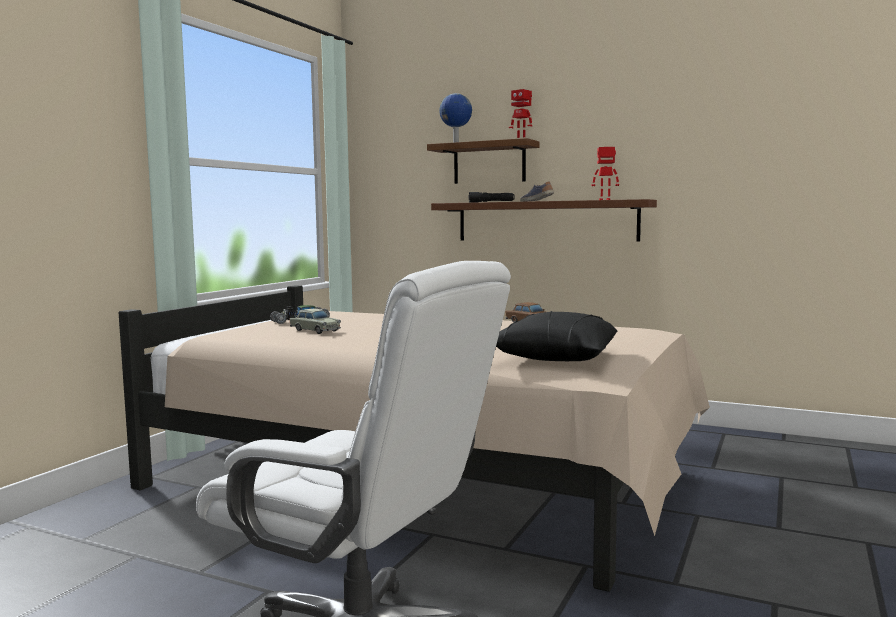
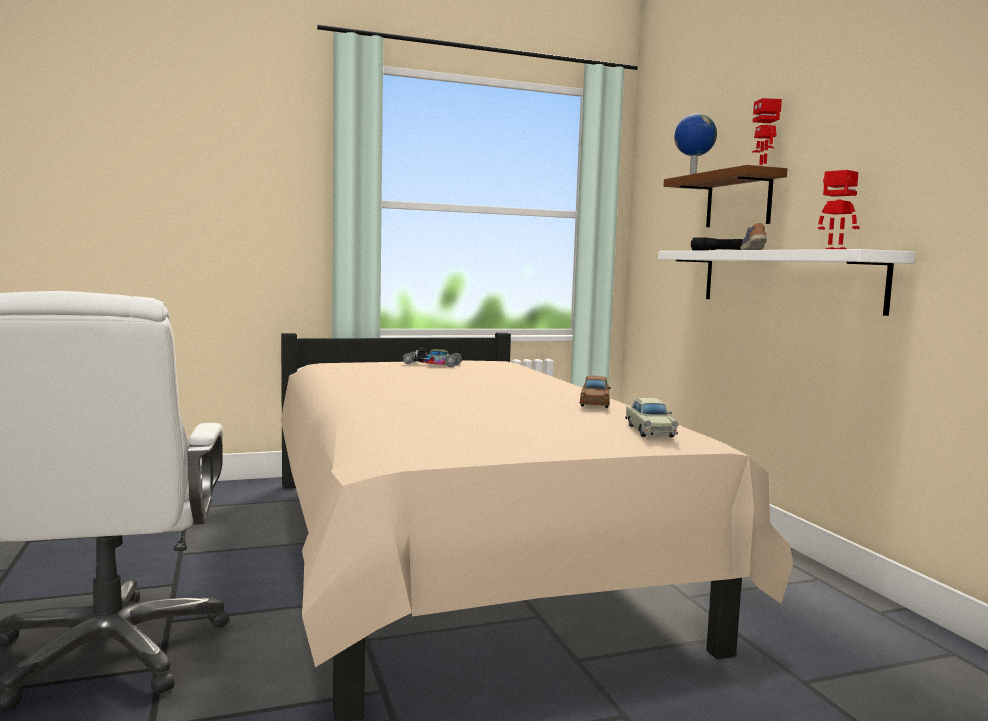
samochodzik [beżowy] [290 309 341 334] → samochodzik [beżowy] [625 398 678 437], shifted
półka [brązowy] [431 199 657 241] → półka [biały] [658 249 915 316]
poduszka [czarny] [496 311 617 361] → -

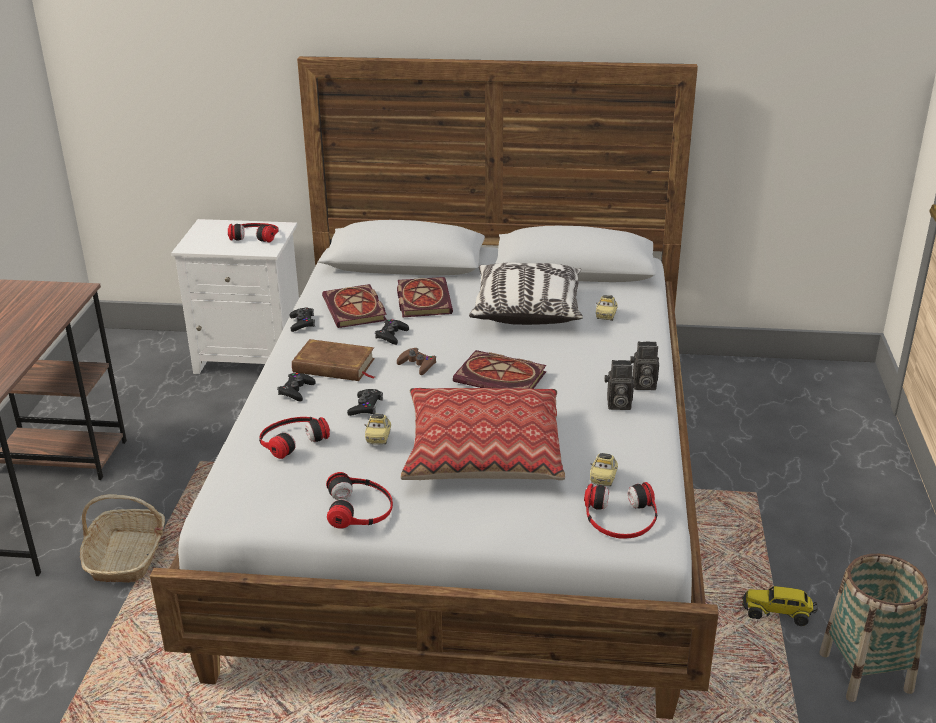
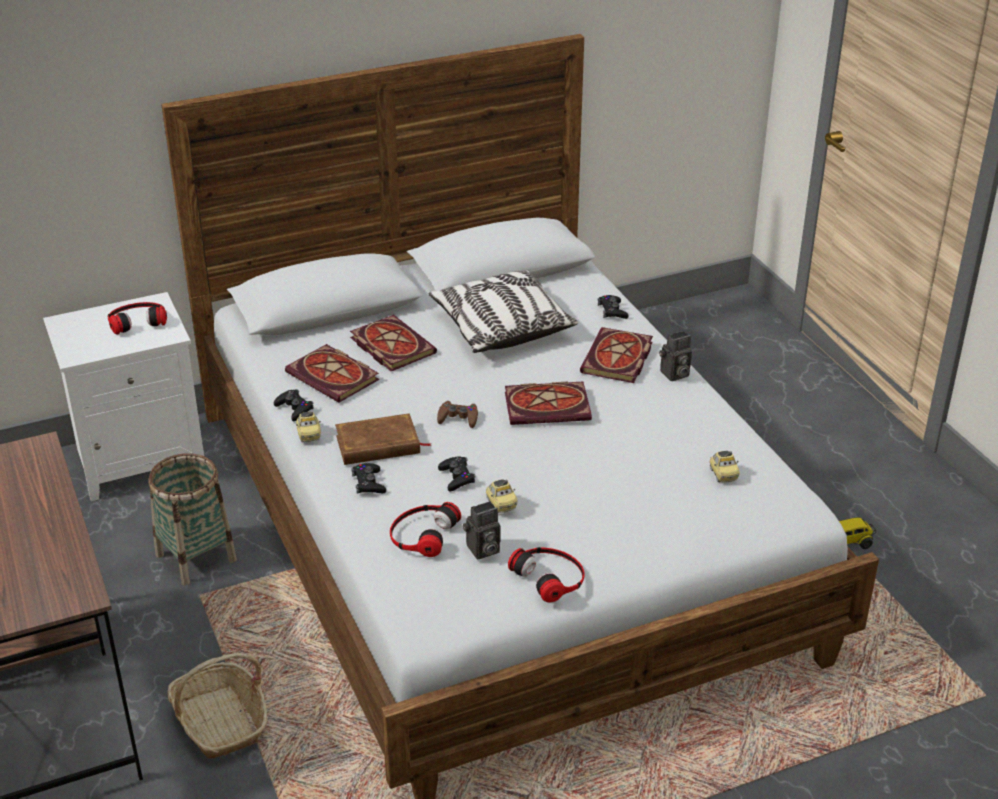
koszyk [820 554 929 702] → koszyk [148 453 237 586], shifted
samochodzik [596 295 618 321] → samochodzik [296 412 321 442], shifted
aparat fotograficzny [604 360 634 410] → aparat fotograficzny [463 501 501 560], shifted
- → książka [580 327 653 383]
pad do gier [czarny] [375 319 409 345] → pad do gier [czarny] [598 295 628 319], shifted
poduszka [401 388 565 480] → -
słuchawki [584 482 657 539] → -

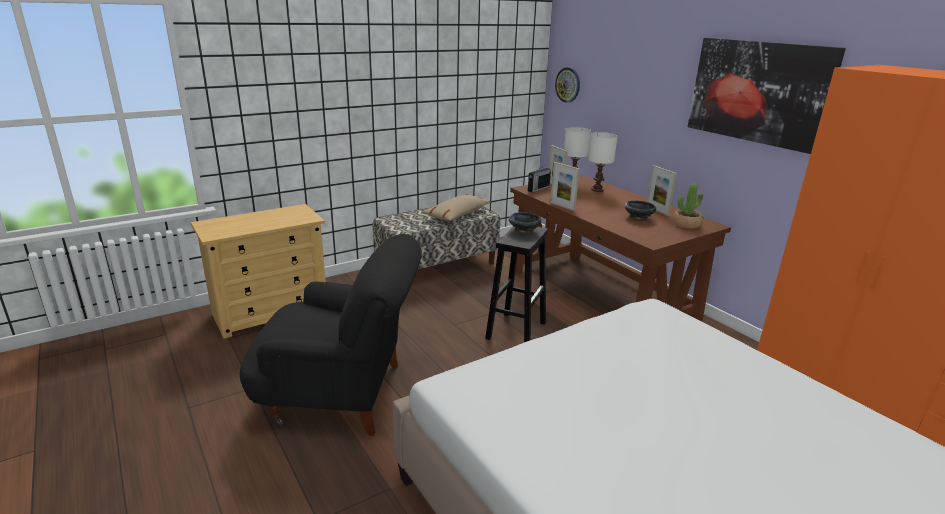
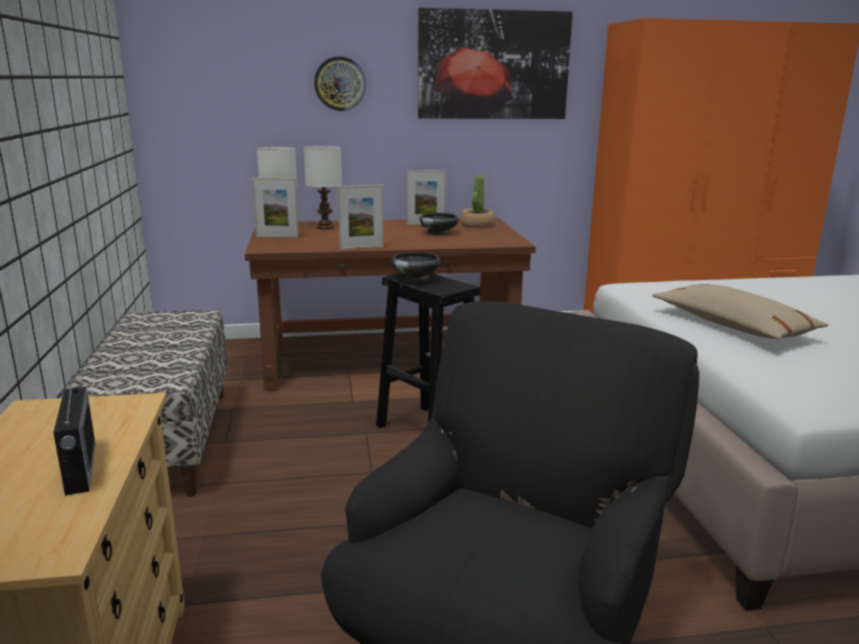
radio [528 165 551 193] → radio [53 379 95 496], shifted
zegar ścienny [555 67 580 102] → zegar ścienny [314 56 366 111], shifted
poduszka [beżowy] [421 194 491 221] → poduszka [beżowy] [652 284 829 340], shifted

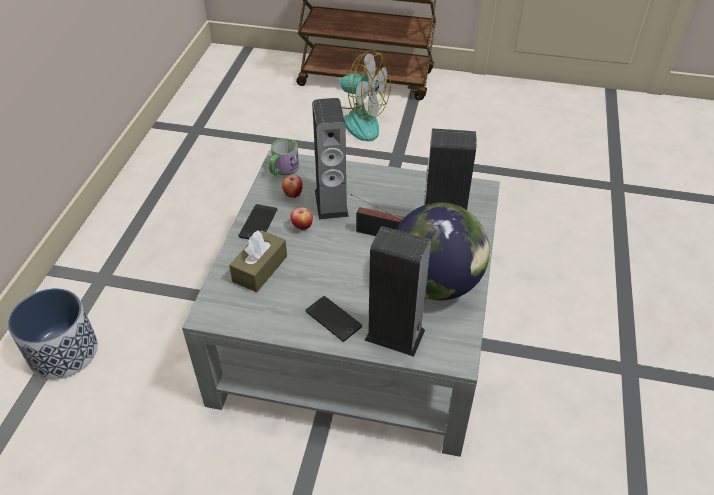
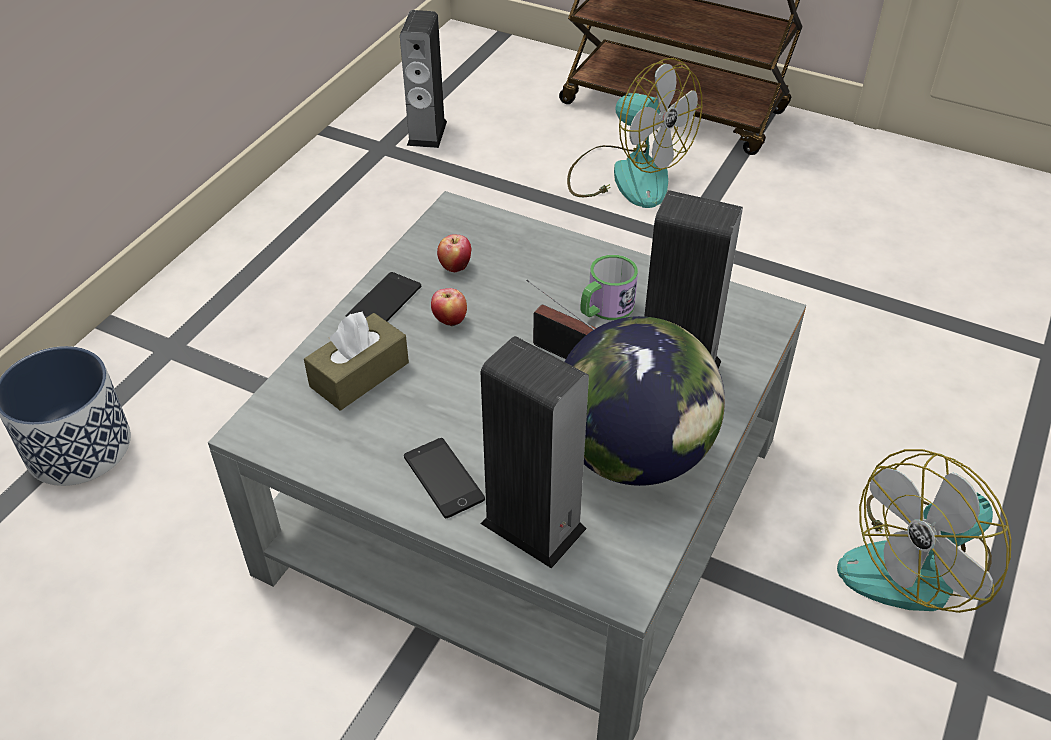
głośnik [312 98 349 220] → głośnik [400 10 447 148], shifted
kubek [269 138 299 175] → kubek [580 255 638 320], shifted
- → wentylator [837 449 1011 613]

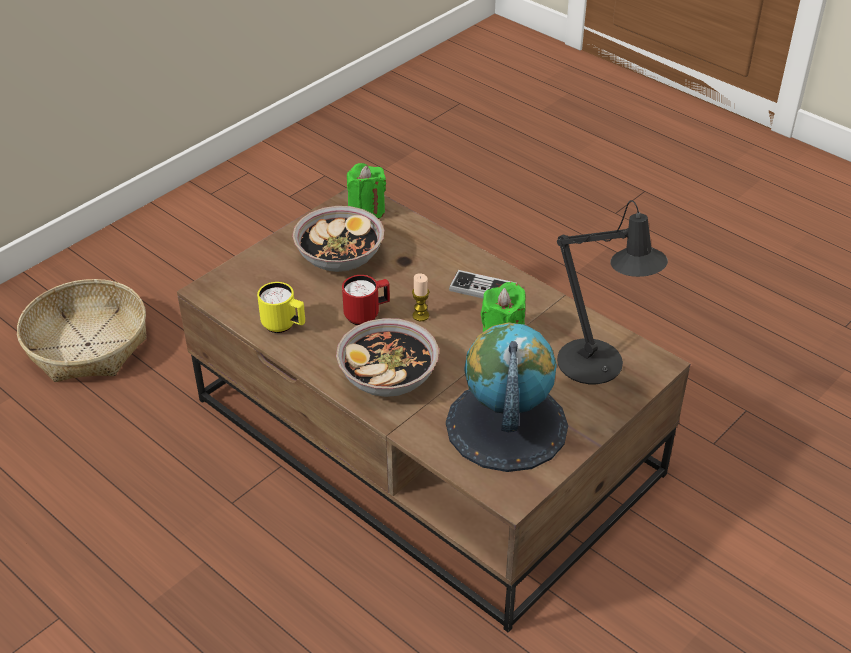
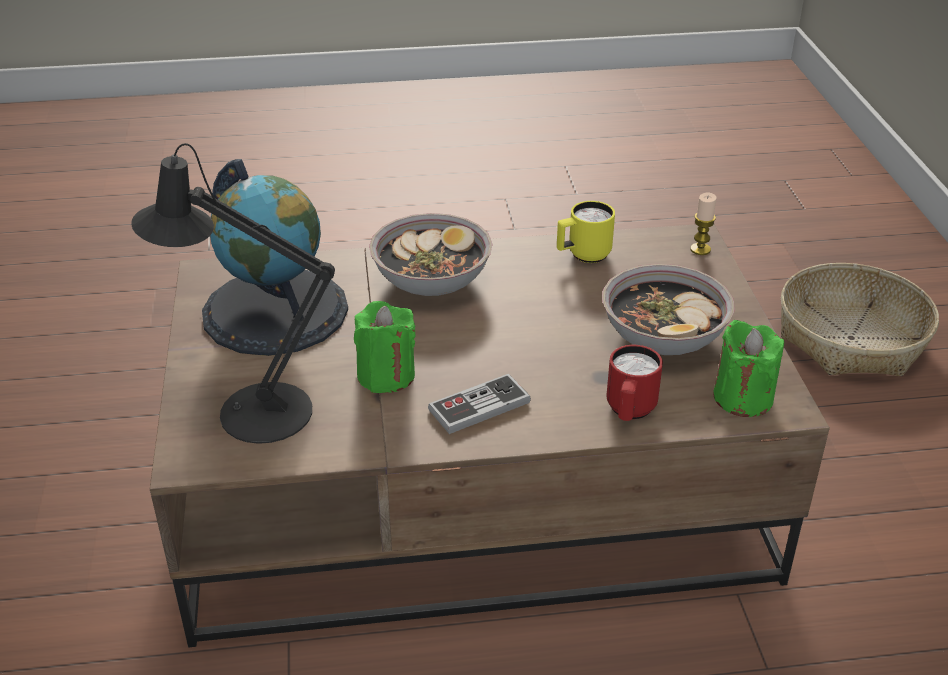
kubek [czerwony] [342 275 390 325] → kubek [czerwony] [606 345 663 421], shifted
świeca [412 274 429 321] → świeca [690 193 717 255], shifted

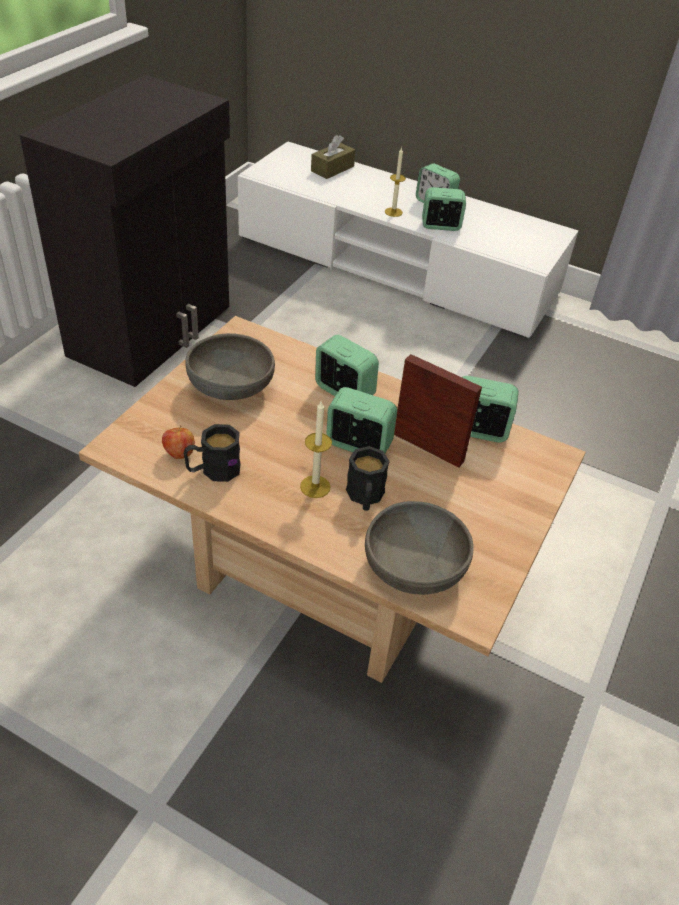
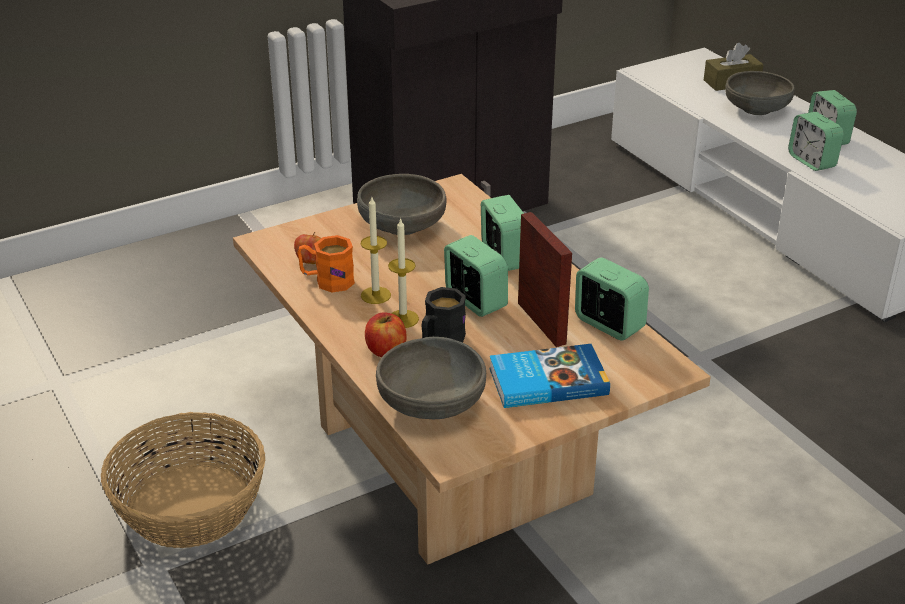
- → koszyk [101 412 265 548]
kubek [czarny] [184 424 241 482] → kubek [pomarańczowy] [298 235 355 292]
świeca [385 147 406 217] → świeca [361 197 391 304], shifted
- → jabłko [365 312 407 357]
- → książka [489 344 610 408]
- → miska [szary] [725 71 795 115]
budzik [422 187 466 231] → budzik [788 112 844 171], 150 degrees counterclockwise

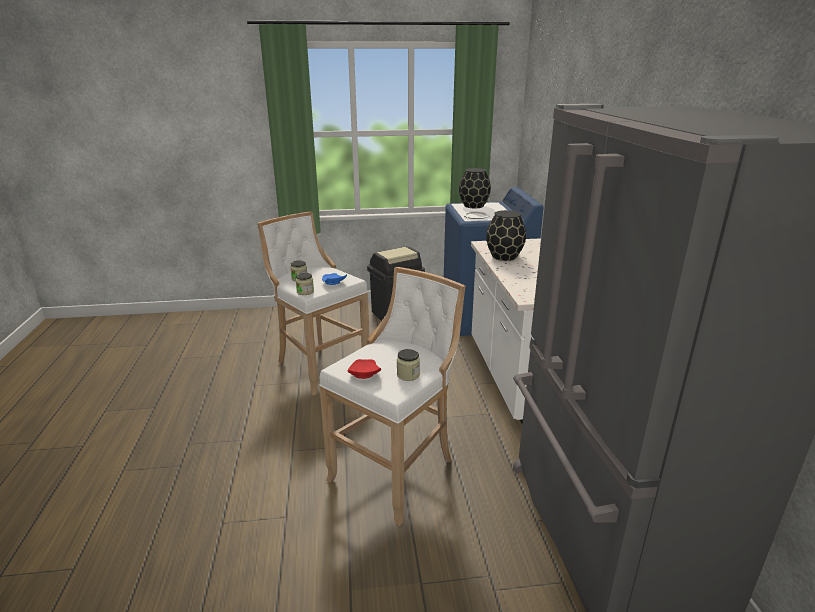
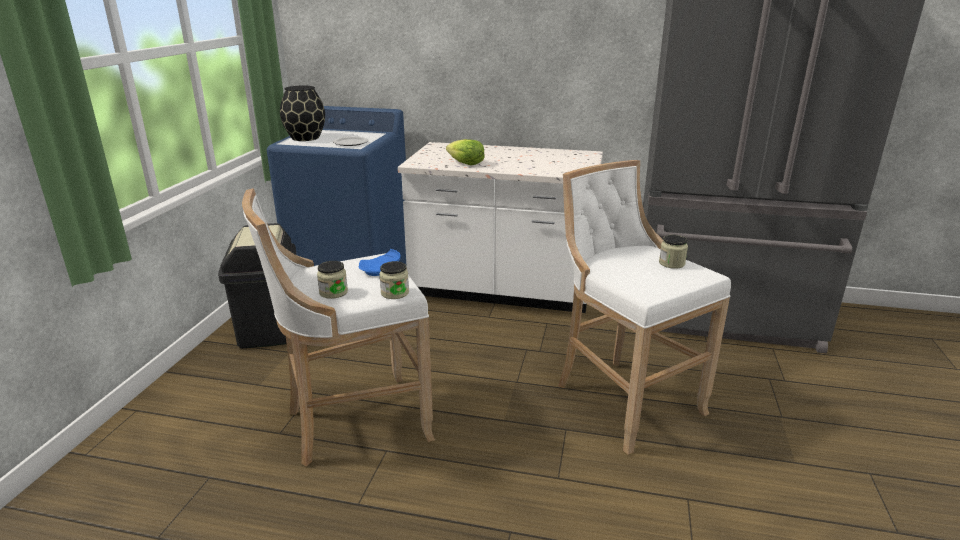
wazon [czarny] [486 210 526 261] → sałata [446 139 485 165]
talerz [czerwony] [348 359 381 379] → -

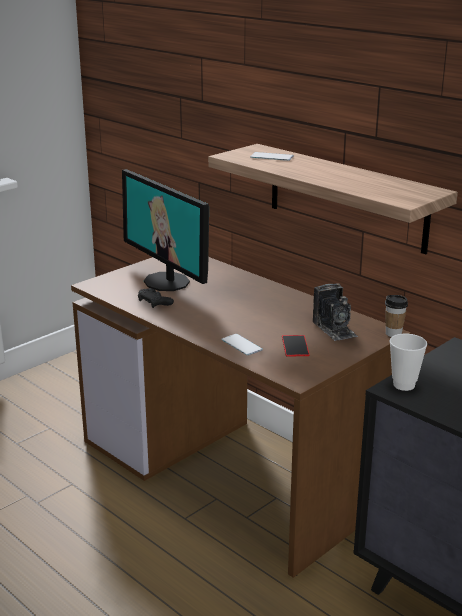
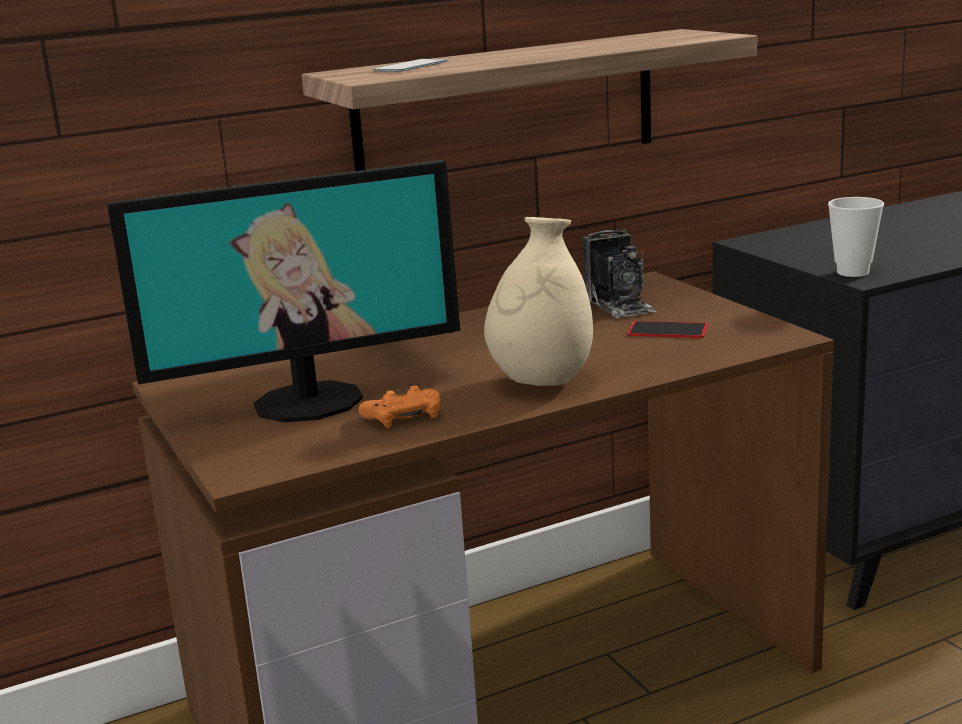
pad do gier [czarny] [138 288 174 308] → pad do gier [pomarańczowy] [359 385 441 428]
- → wazon [beżowy] [484 217 593 386]
aparat fotograficzny [313 283 358 341] → aparat fotograficzny [583 229 657 318], 75 degrees clockwise
telefon [222 334 263 355] → -
filiżanka [385 295 408 337] → -

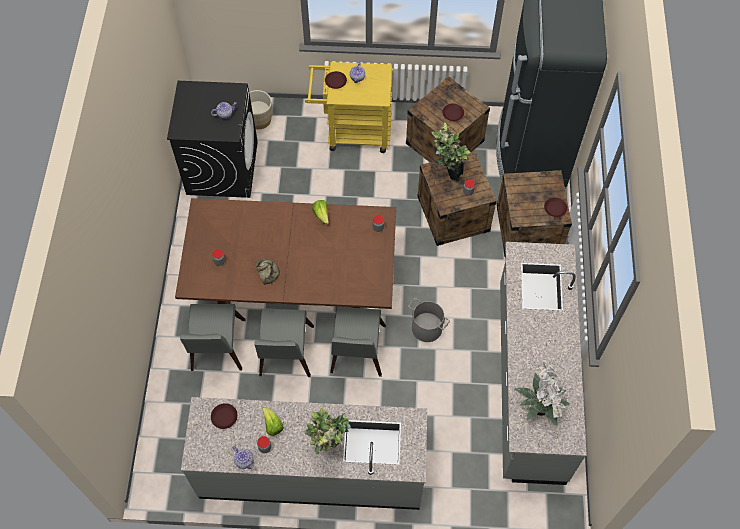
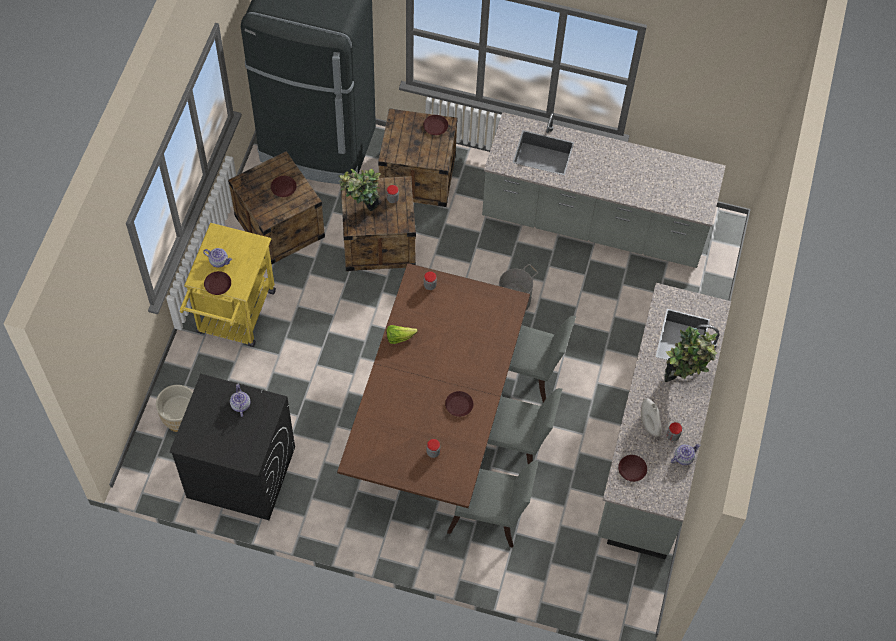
chleb [256 259 280 285] → talerz [brązowy] [445 391 473 417]
sałata [262 407 284 436] → wazon [biały] [641 398 662 437]
roślina doniczkowa [515 362 570 426] → -

